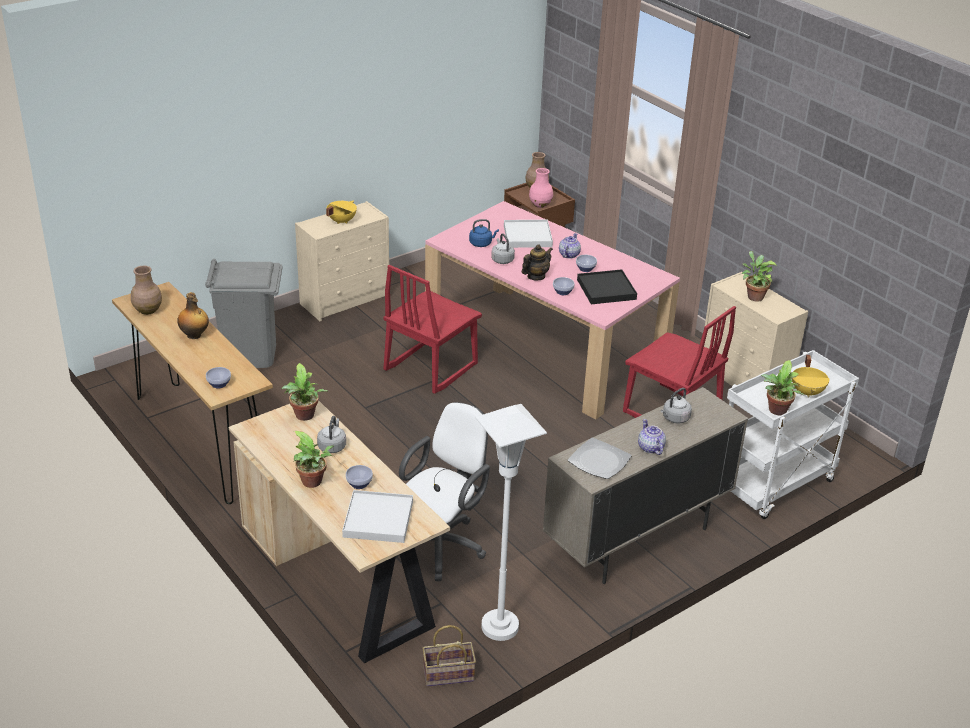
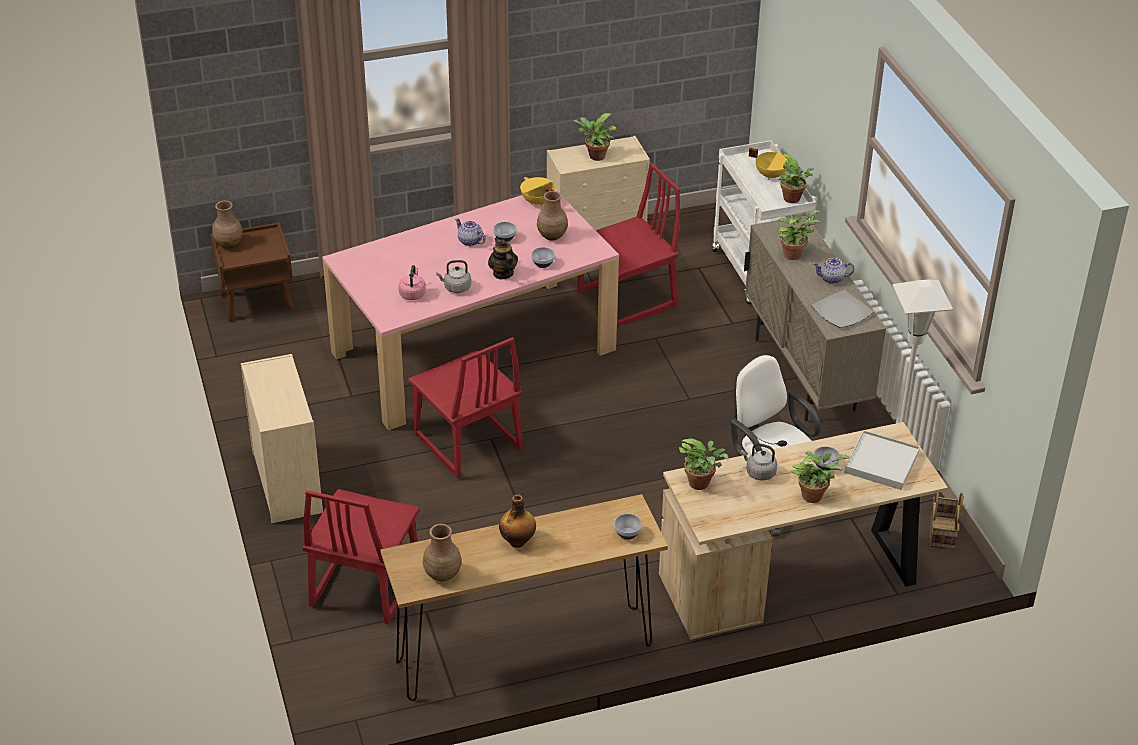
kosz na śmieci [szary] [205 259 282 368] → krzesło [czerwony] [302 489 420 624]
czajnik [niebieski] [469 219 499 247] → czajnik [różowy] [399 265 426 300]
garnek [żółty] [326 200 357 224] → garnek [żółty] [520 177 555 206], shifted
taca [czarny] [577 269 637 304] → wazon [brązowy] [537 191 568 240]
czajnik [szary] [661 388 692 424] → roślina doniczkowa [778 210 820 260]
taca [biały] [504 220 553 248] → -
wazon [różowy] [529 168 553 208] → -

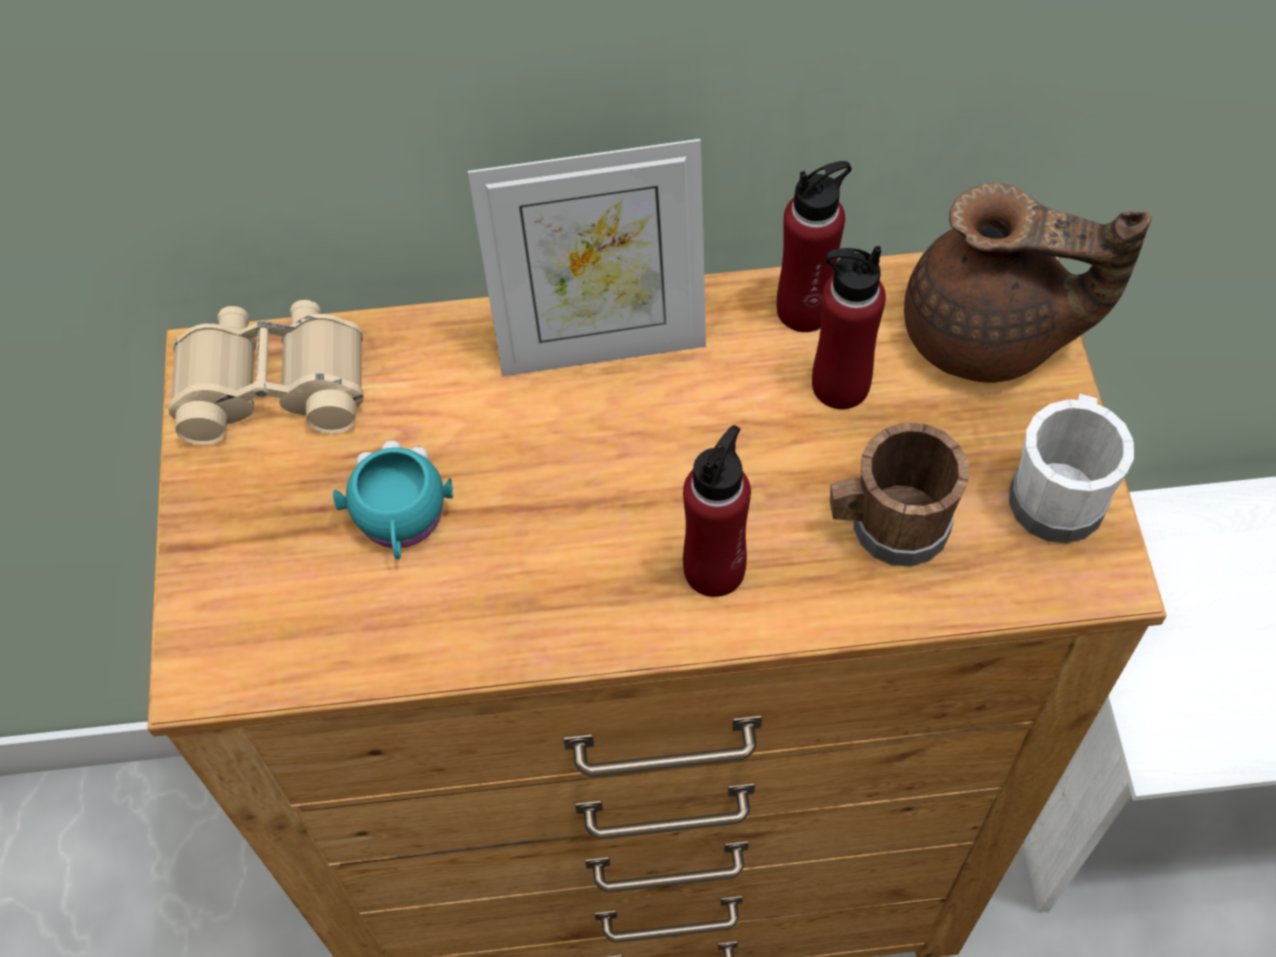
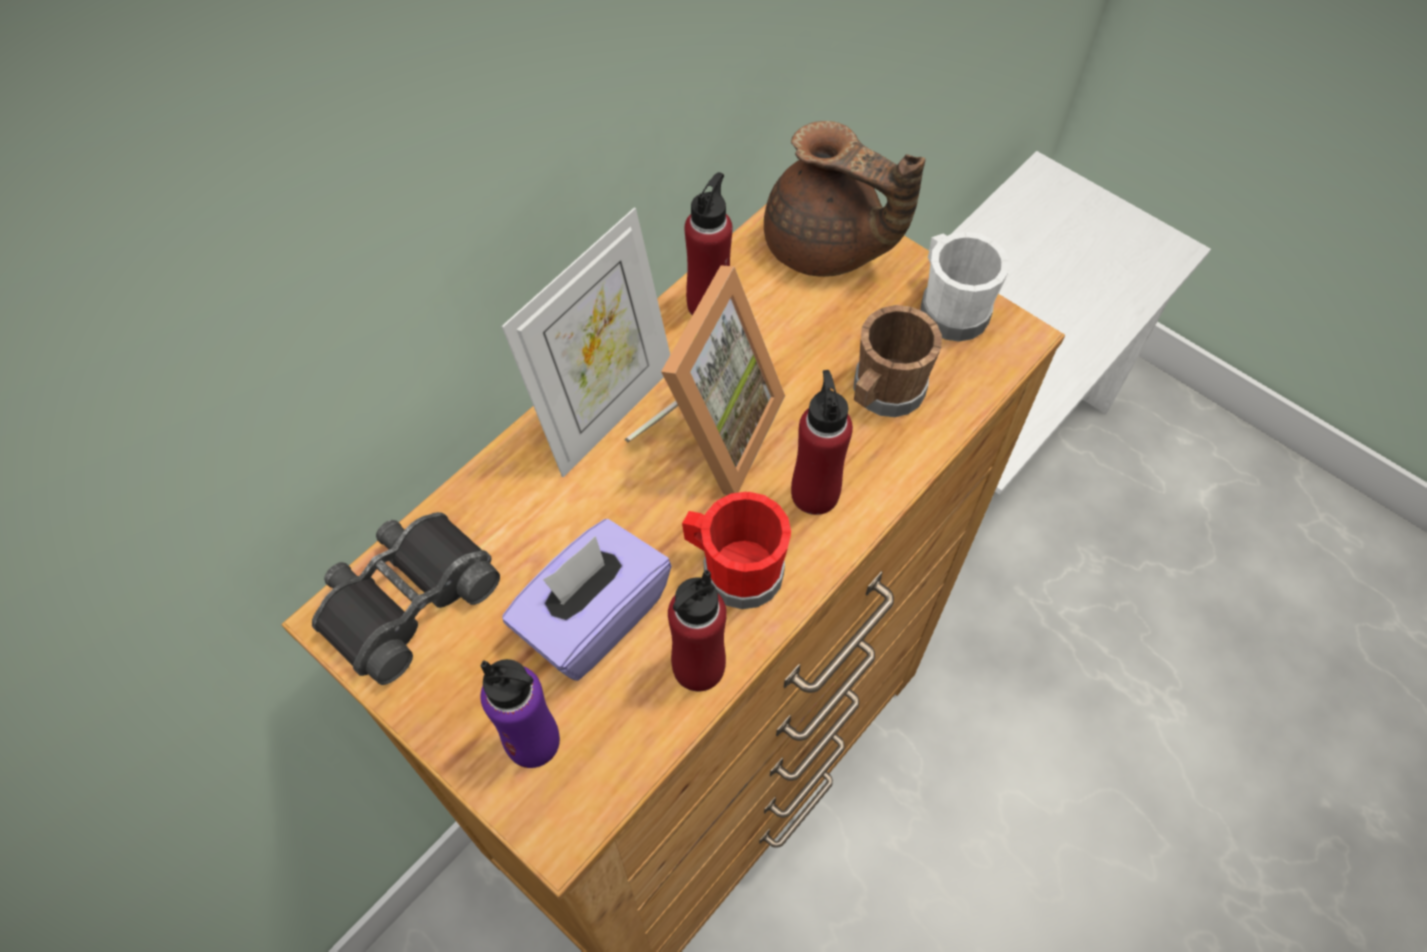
lornetka [beżowy] [169 300 364 445] → lornetka [czarny] [312 512 500 685]
- → butelka [fioletowy] [481 659 560 768]
kubek [turkusowy] [333 440 453 559] → pudełko chusteczek [fioletowy] [502 519 672 681]
- → ramka na zdjęcie [625 265 785 495]
butelka [czerwony] [812 246 886 409] → butelka [czerwony] [668 569 727 691], shifted
- → kubek [czerwony] [682 492 791 609]
imbryk [brązowy] [904 183 1151 383] → imbryk [brązowy] [764 121 925 277], 60 degrees clockwise

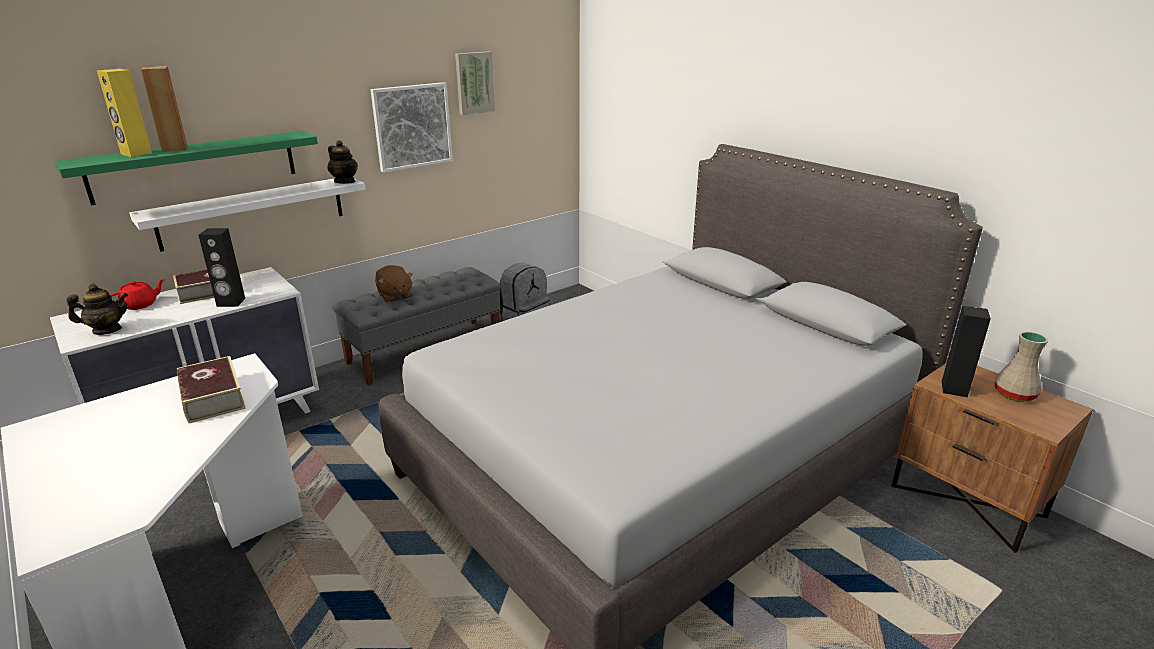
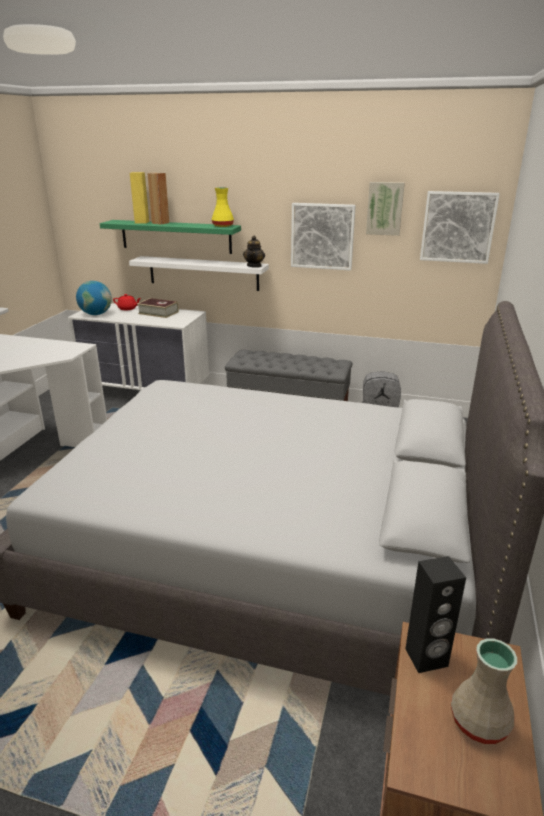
imbryk [66 284 128 335] → globus [76 281 112 315]
- → wazon [żółty] [212 187 234 227]
- → obraz [420 191 500 264]
książka [177 356 246 423] → -
głośnik [czarny] [199 228 245 307] → -
pluszak [brązowy] [375 265 413 303] → -

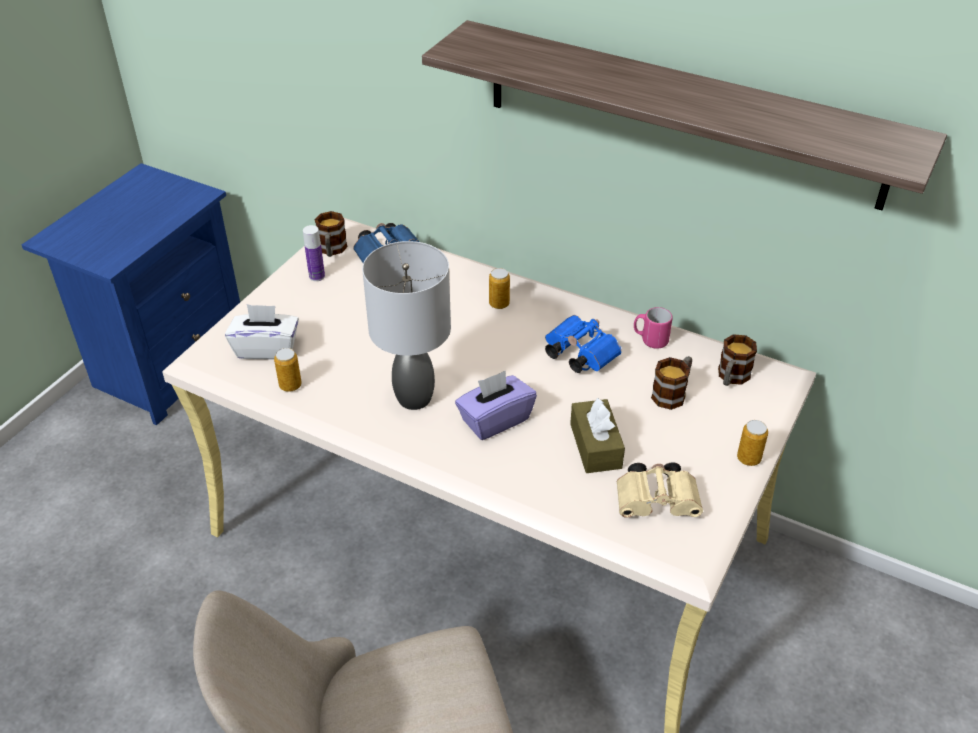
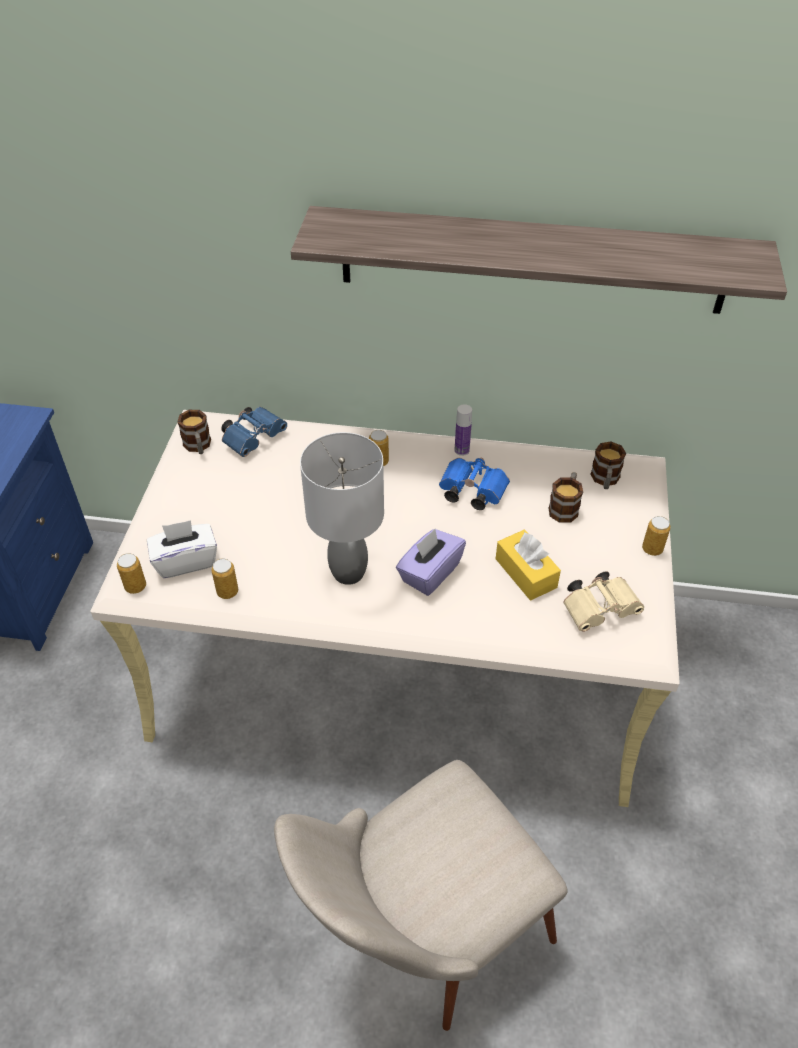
- → puszka [117 553 146 594]
butelka [303 225 325 281] → butelka [455 404 472 456], shifted
pudełko chusteczek [brązowy] [570 398 625 473] → pudełko chusteczek [żółty] [496 530 561 600]
kubek [różowy] [634 307 673 349] → -

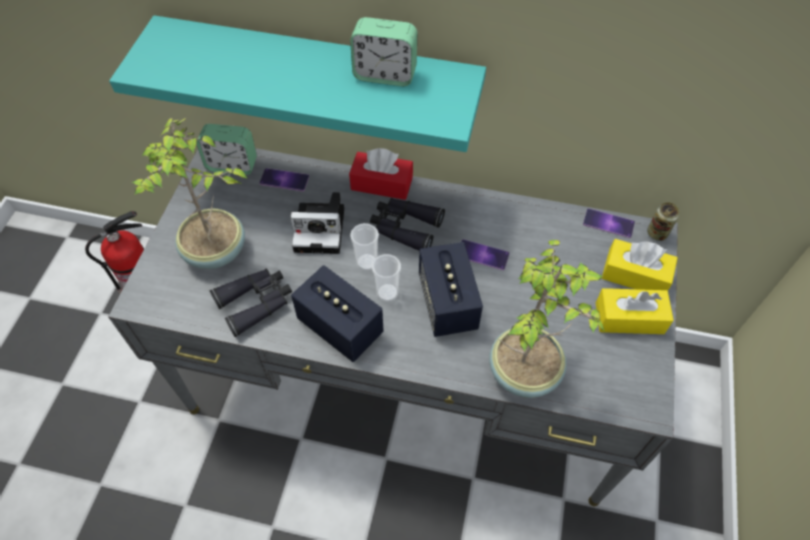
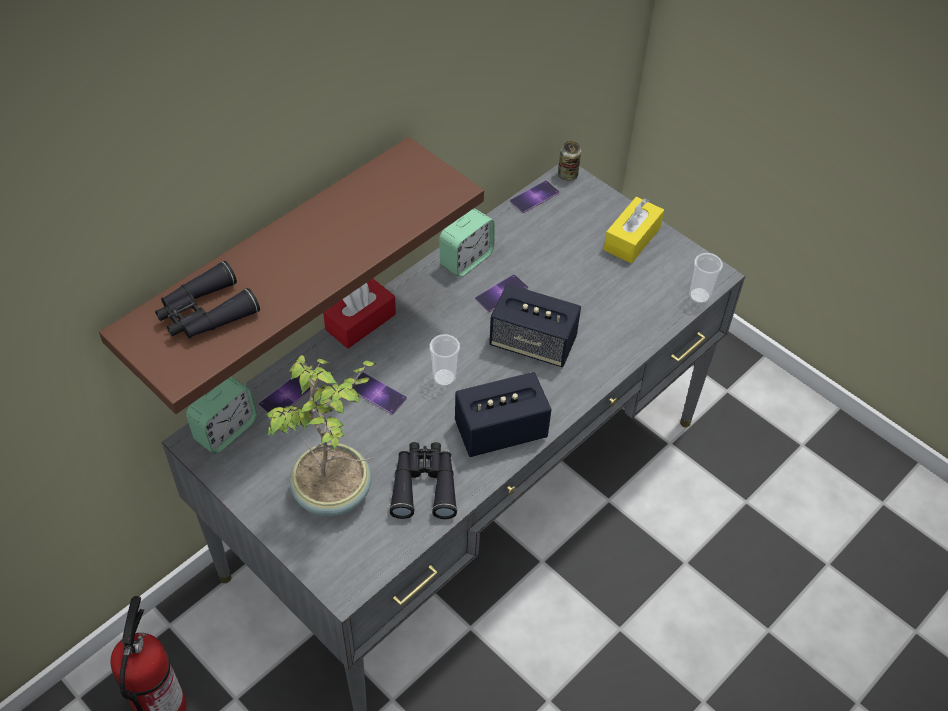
półka [turkusowy] [109 15 486 152] → półka [brązowy] [99 137 484 414]
lornetka [czarny] [370 198 445 251] → lornetka [czarny] [155 261 260 339], shifted
aparat fotograficzny [290 192 344 254] → telefon [352 372 407 414]
budzik [350 17 417 86] → budzik [439 208 495 277], shifted
filiżanka [372 254 401 302] → filiżanka [689 253 723 304], shifted
roślina doniczkowa [489 240 605 398] → -
pudełko chusteczek [żółty] [602 239 678 291] → -

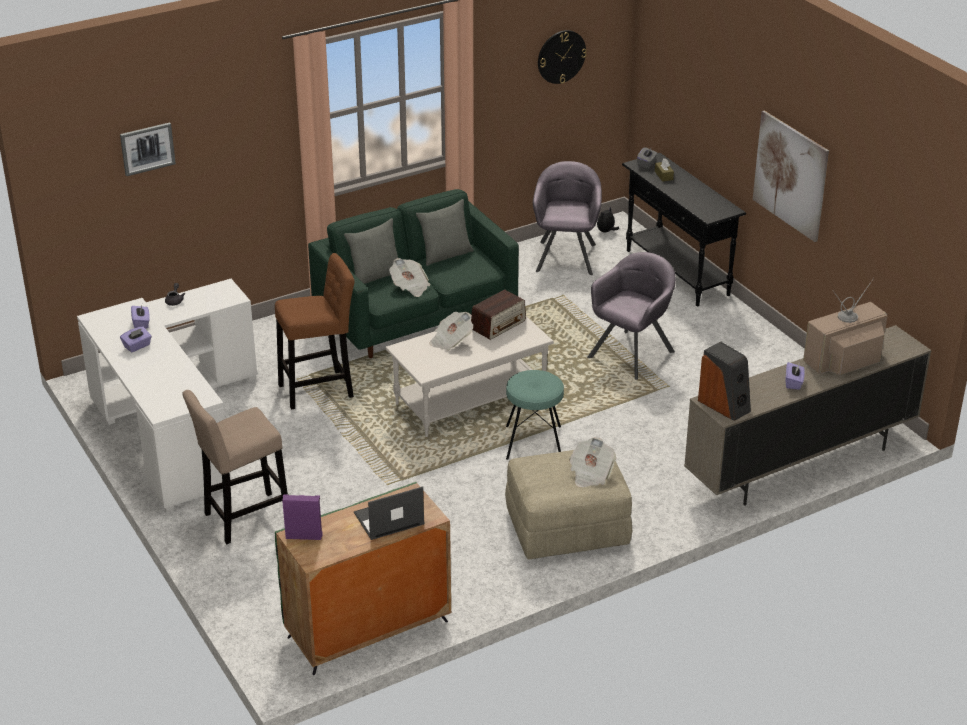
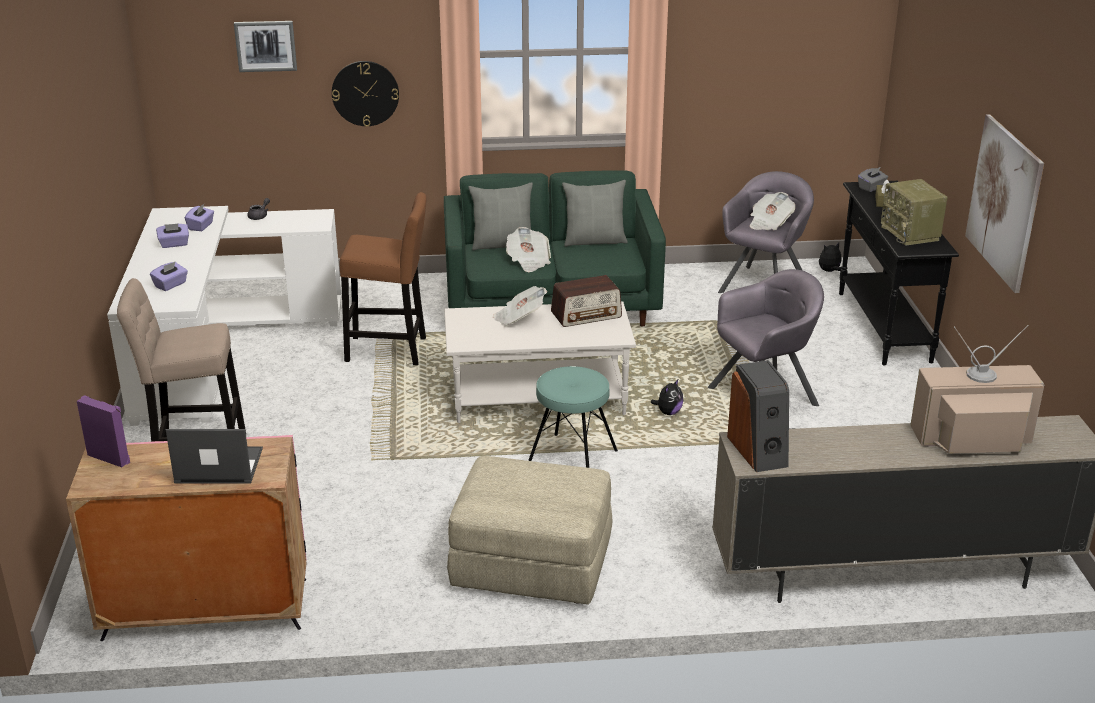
szafka [zielony] [275 482 452 675] → szafka [różowy] [66 435 307 641]
pudełko chusteczek [fioletowy] [786 362 805 390] → pudełko chusteczek [fioletowy] [150 262 188 291], shifted
zegar ścienny [538 30 587 84] → zegar ścienny [332 61 399 127], shifted
- → pluszak [651 378 683 415]
gazeta [569 437 616 487] → gazeta [750 192 795 230], shifted
- → radio [881 179 948 246]

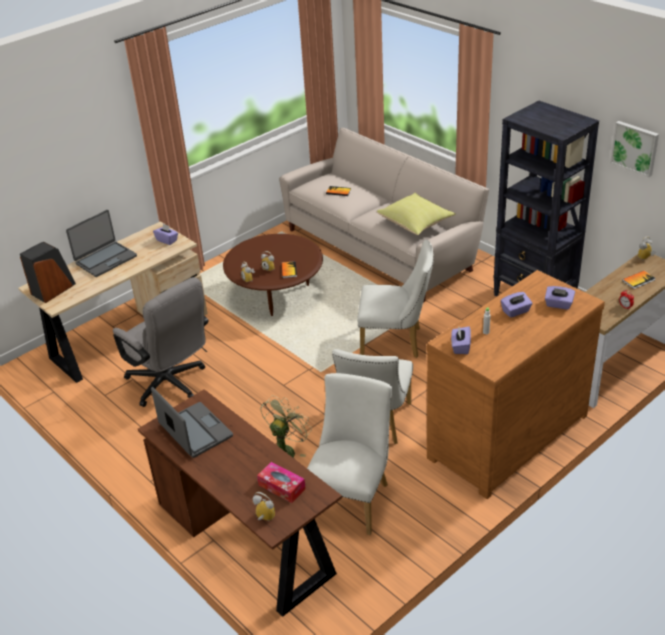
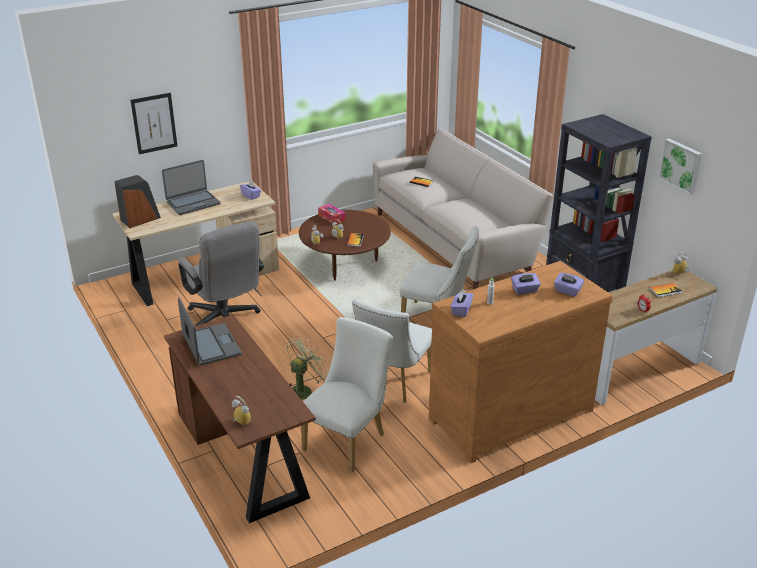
- → obraz [131 93 177 154]
pudełko chusteczek [257 462 306 503] → pudełko chusteczek [318 204 345 224], shifted
poduszka [żółty] [377 193 456 235] → -

